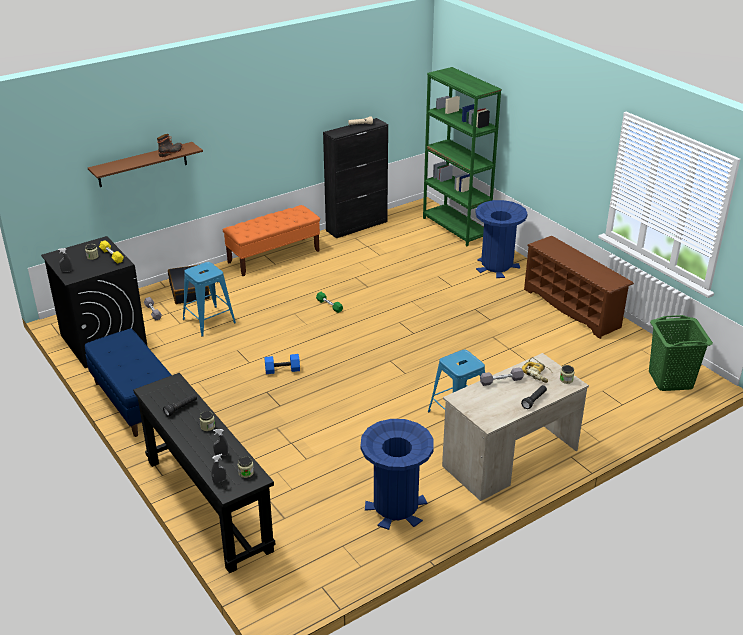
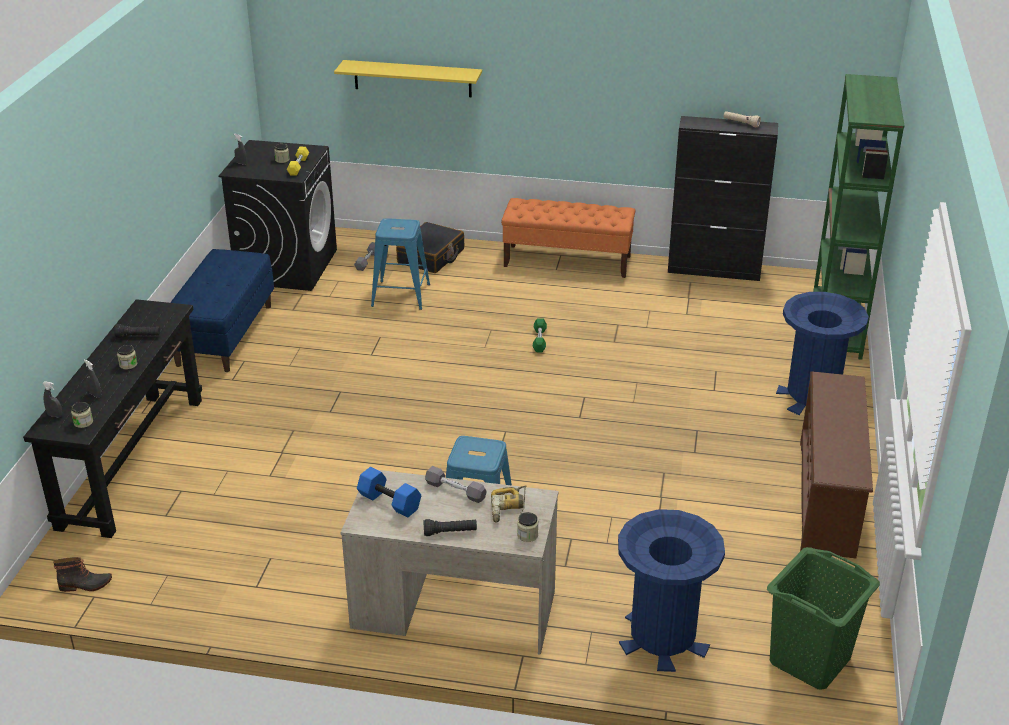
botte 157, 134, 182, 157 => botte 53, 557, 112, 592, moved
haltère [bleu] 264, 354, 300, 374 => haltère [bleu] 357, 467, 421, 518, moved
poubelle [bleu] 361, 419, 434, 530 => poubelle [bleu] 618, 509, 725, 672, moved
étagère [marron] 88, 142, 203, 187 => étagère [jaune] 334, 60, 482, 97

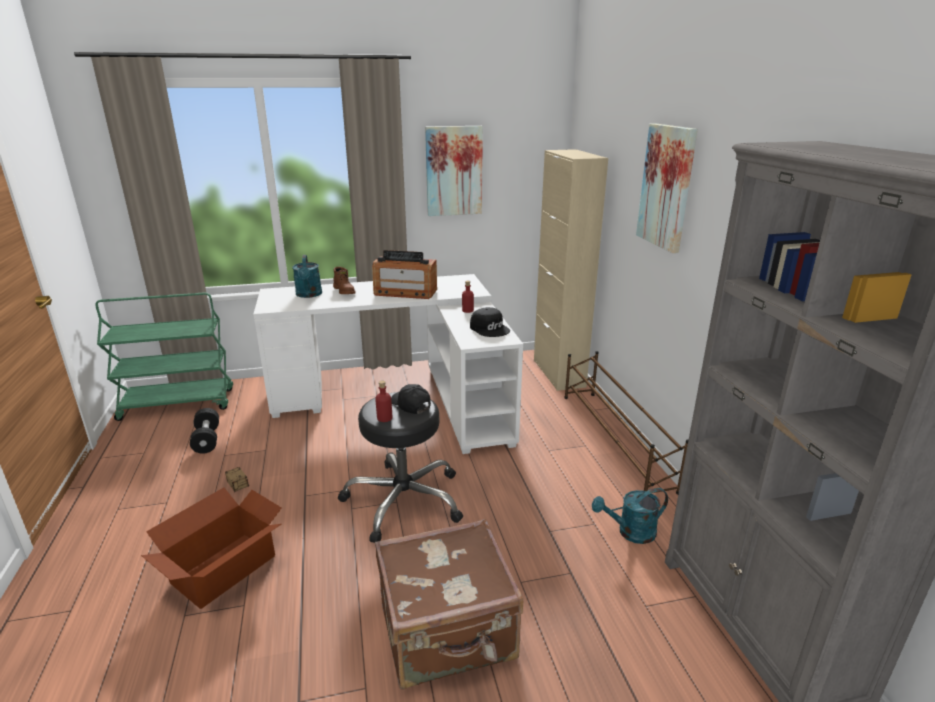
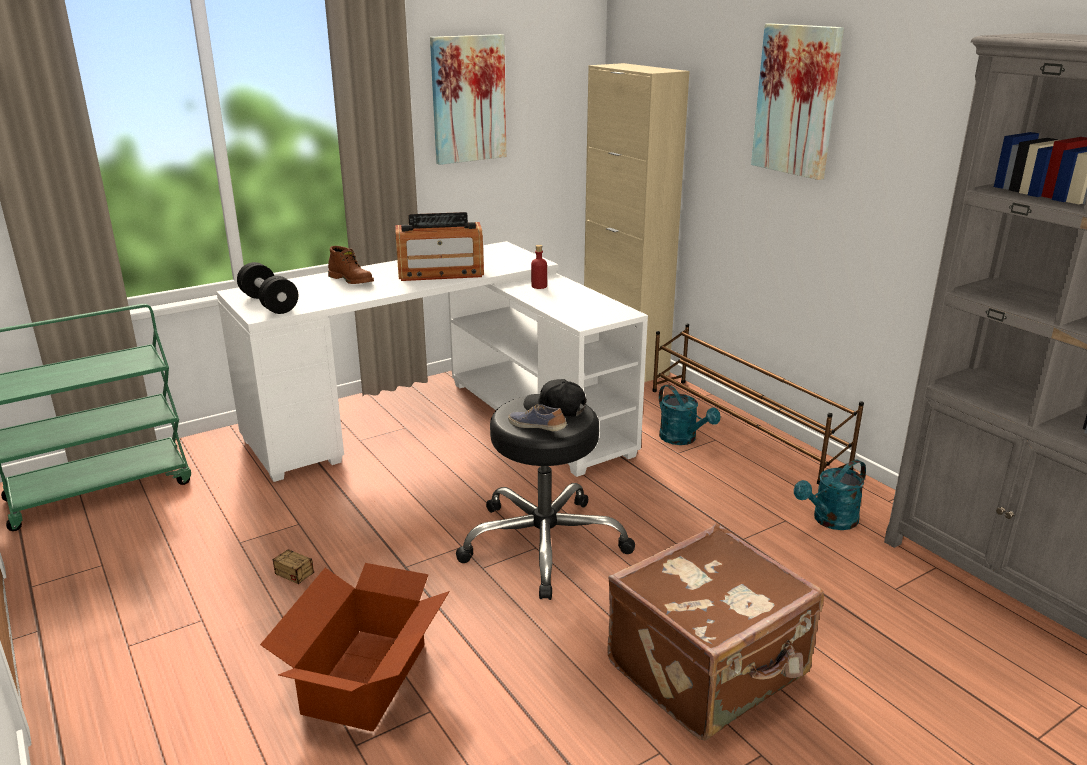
casquette [noir] 470, 307, 510, 337 => nothing
haltère [noir] 190, 408, 219, 454 => haltère [noir] 237, 262, 298, 314, moved
arrosoir [turquoise] 292, 255, 322, 298 => arrosoir [turquoise] 659, 384, 720, 445, moved
bouteille [rouge] 375, 380, 392, 422 => chaussure 508, 404, 567, 431

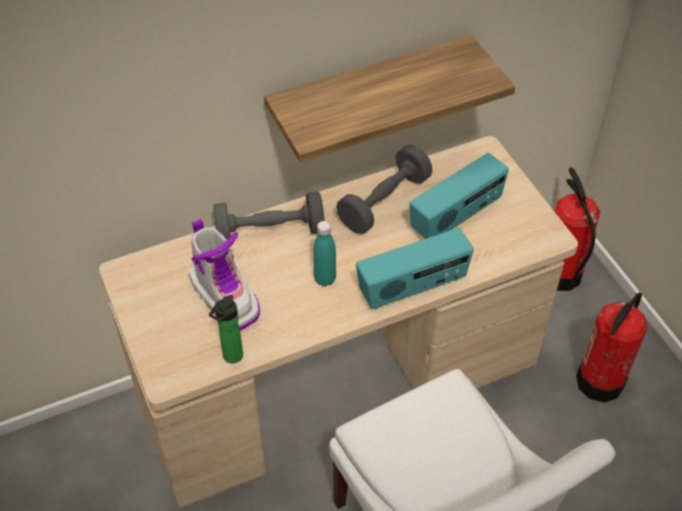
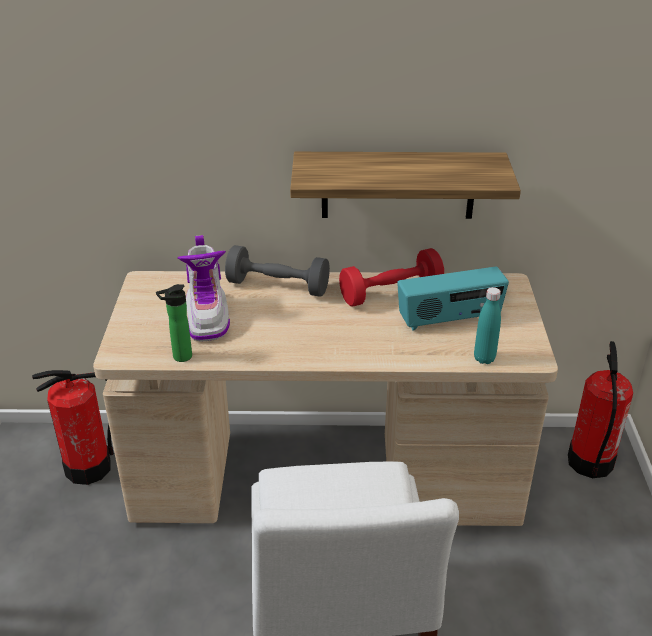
radio 356, 228, 474, 309 => nothing
bouteille [turquoise] 313, 221, 336, 287 => bouteille [turquoise] 474, 287, 501, 364, moved
extincteur 576, 293, 647, 402 => extincteur 32, 370, 114, 485, moved
haltère [gris] 336, 145, 432, 234 => haltère [rouge] 339, 248, 444, 307

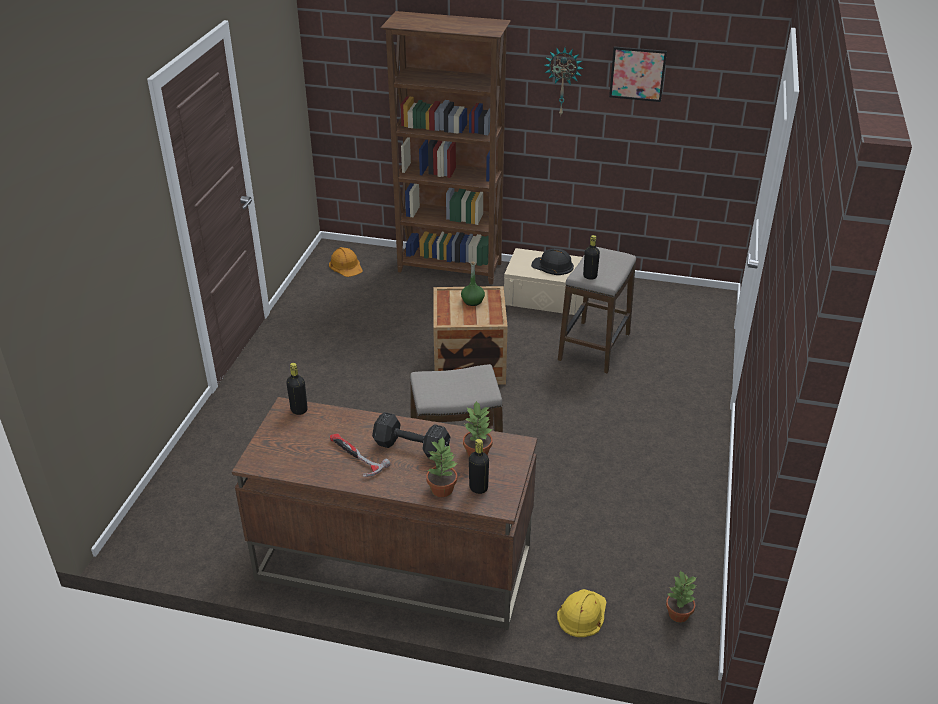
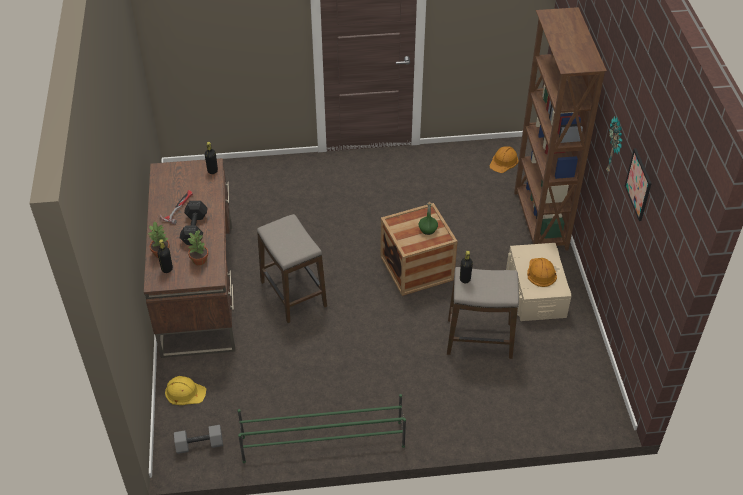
nothing => étagère à chaussures [vert] 238, 394, 406, 463
plante en pot 666, 570, 697, 623 => haltère [gris] 174, 425, 223, 454
casque de chantier [noir] 531, 248, 574, 275 => casque de chantier [orange] 527, 258, 557, 287

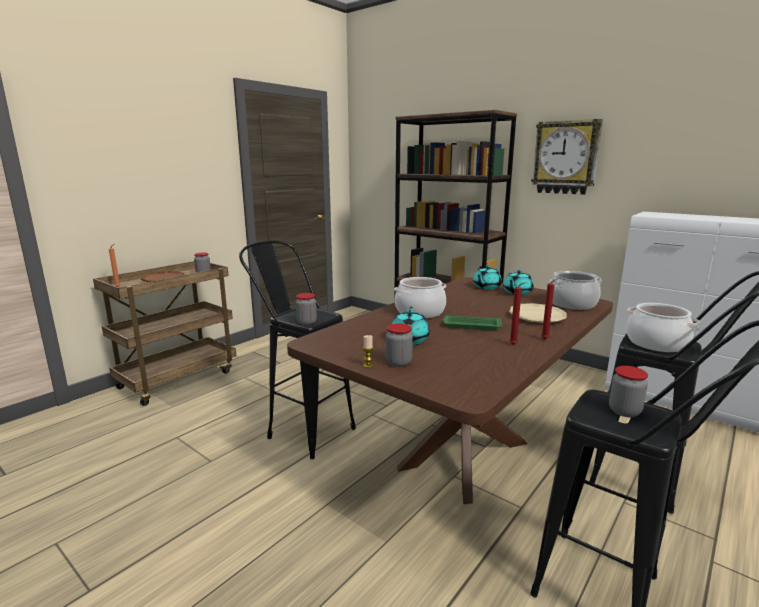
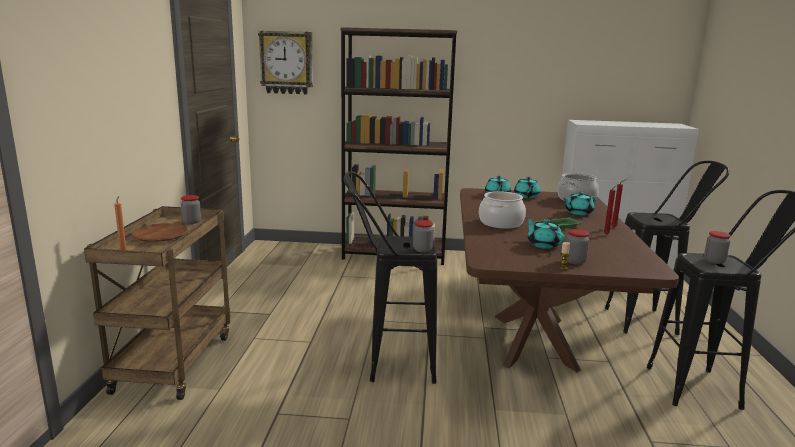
marmite 627, 303, 700, 352 => nothing
horloge murale 531, 119, 603, 195 => horloge murale 258, 31, 313, 94, moved
assiette [beige] 509, 303, 567, 323 => théière [turquoise] 563, 191, 596, 215

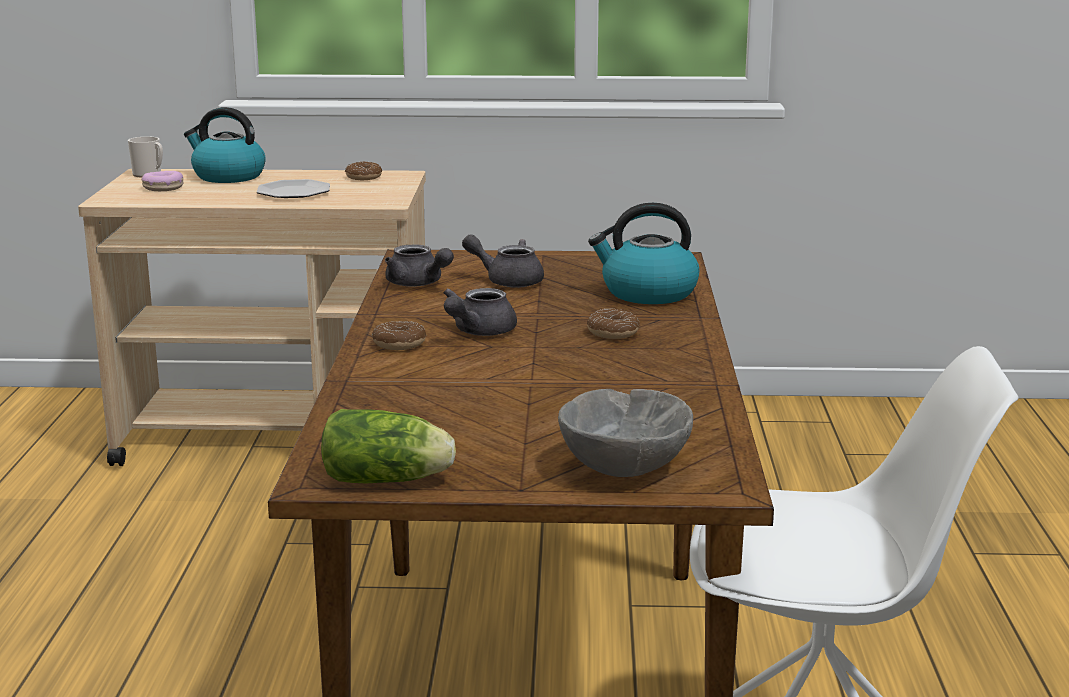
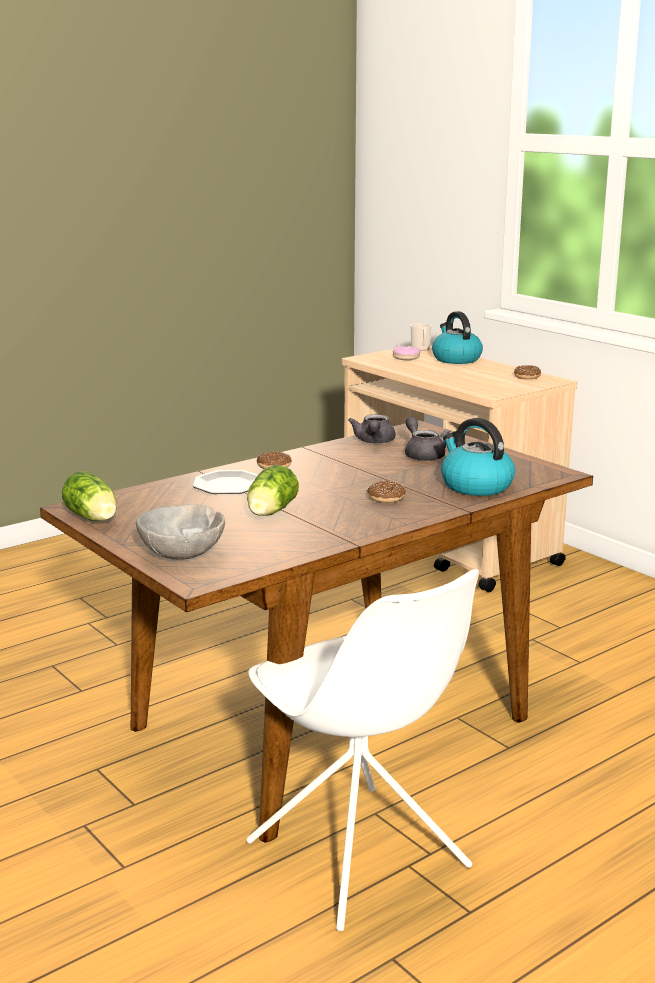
théière [gris] 443, 288, 517, 336 => nothing
nothing => laitue 247, 465, 299, 516
assiette 257, 179, 330, 198 => assiette 193, 470, 258, 494, moved

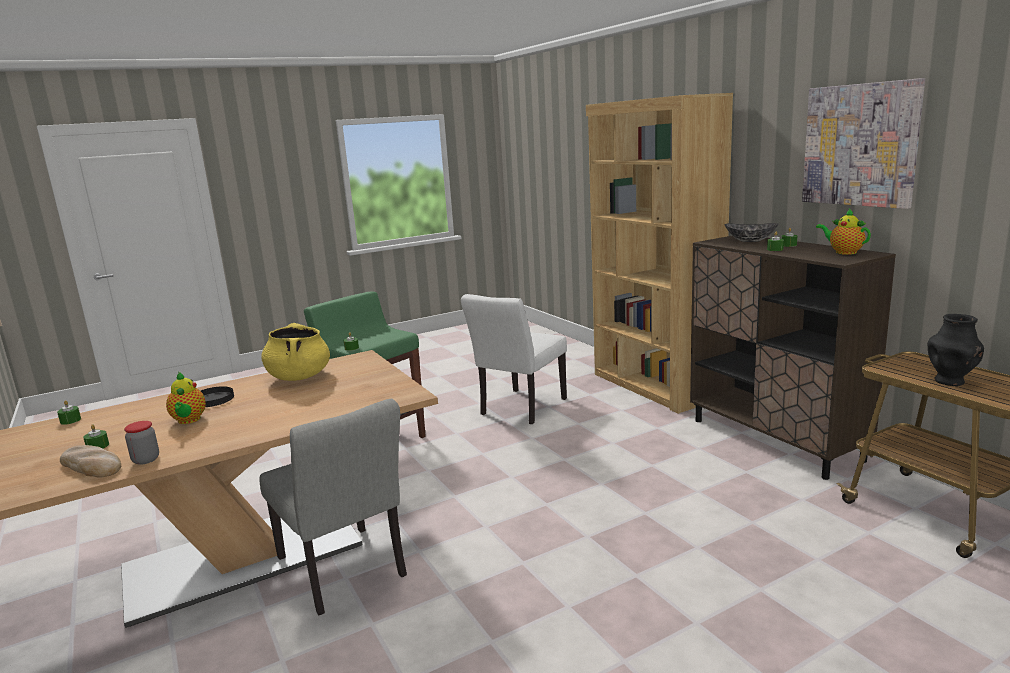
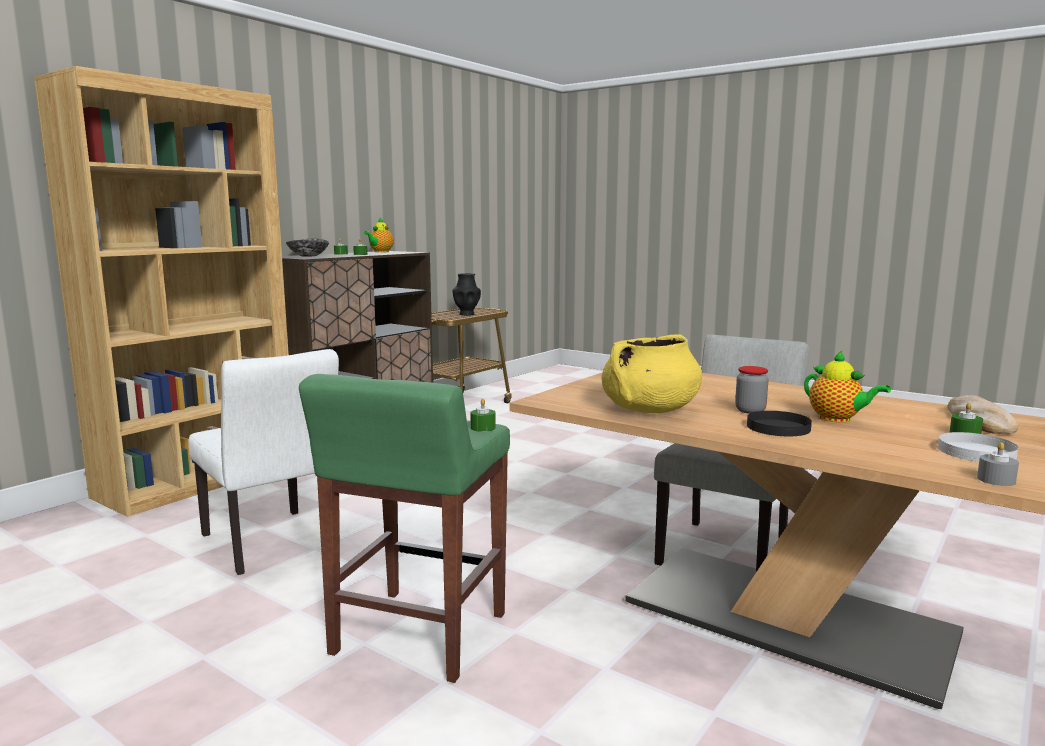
tableau 802, 78, 925, 209 => nothing
nothing => assiette [blanc] 938, 432, 1018, 462
bocal 124, 421, 159, 465 => bocal 735, 366, 768, 414, moved
bougie [vert] 57, 400, 81, 425 => bougie [gris] 977, 442, 1019, 486
théière 166, 372, 206, 424 => théière 804, 351, 891, 423, 90 degrees clockwise
chaise [blanc] 461, 294, 567, 424 => chaise [blanc] 188, 349, 339, 575, 45 degrees clockwise

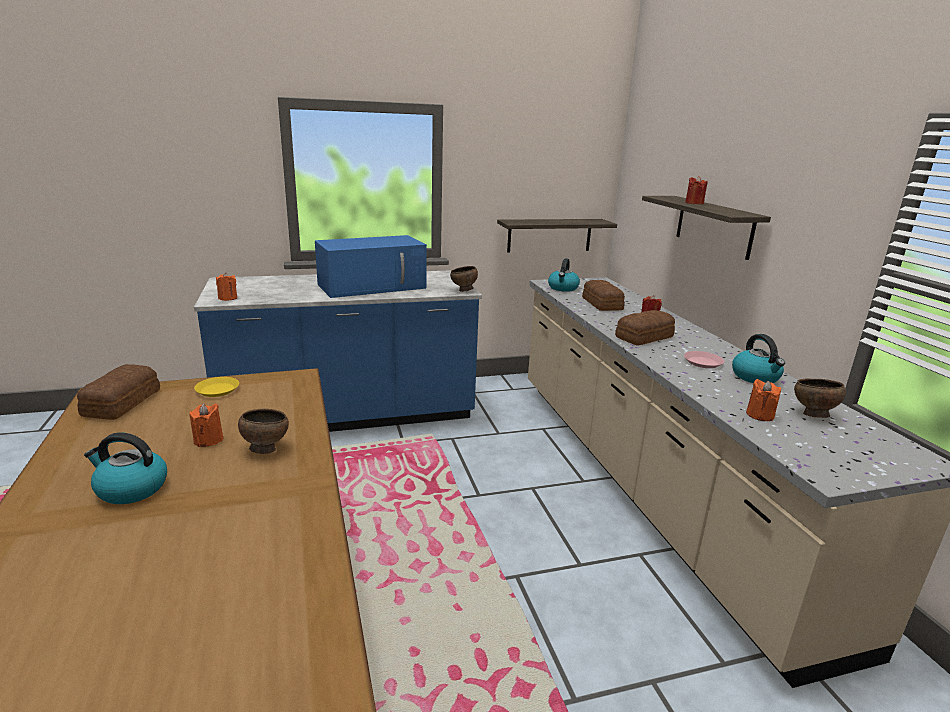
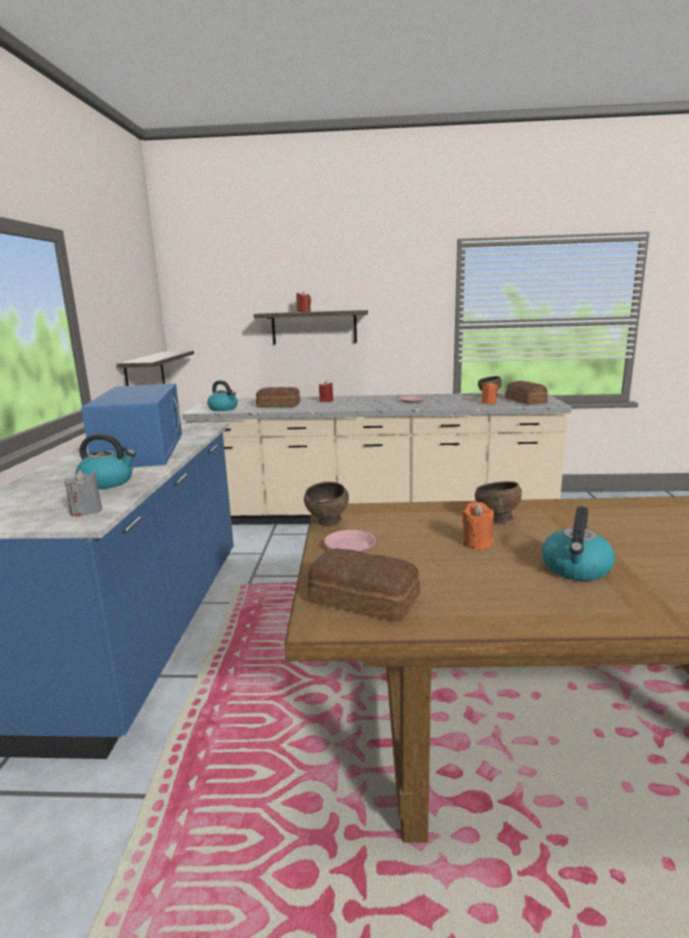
bol [marron] 450, 266, 478, 292 => bol [marron] 304, 482, 349, 527, moved
pain 615, 310, 675, 346 => pain 505, 381, 548, 405, moved
bouilloire 732, 334, 785, 383 => bouilloire 76, 434, 136, 489, moved
assiette [jaune] 194, 377, 239, 397 => assiette [rose] 324, 530, 376, 552
bougie [orange] 216, 273, 237, 301 => bougie [gris] 65, 470, 102, 516

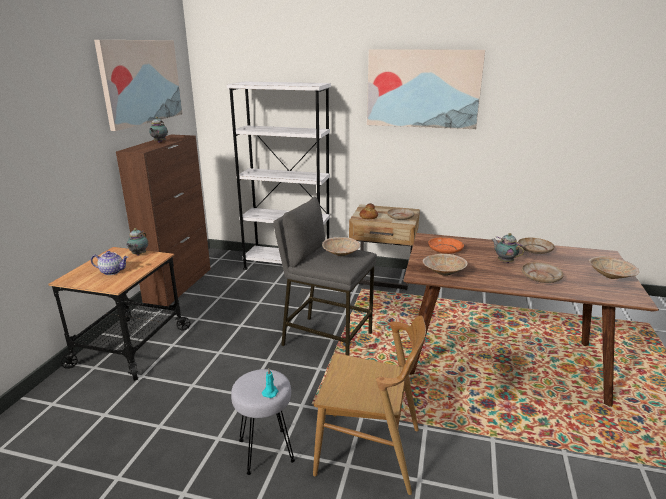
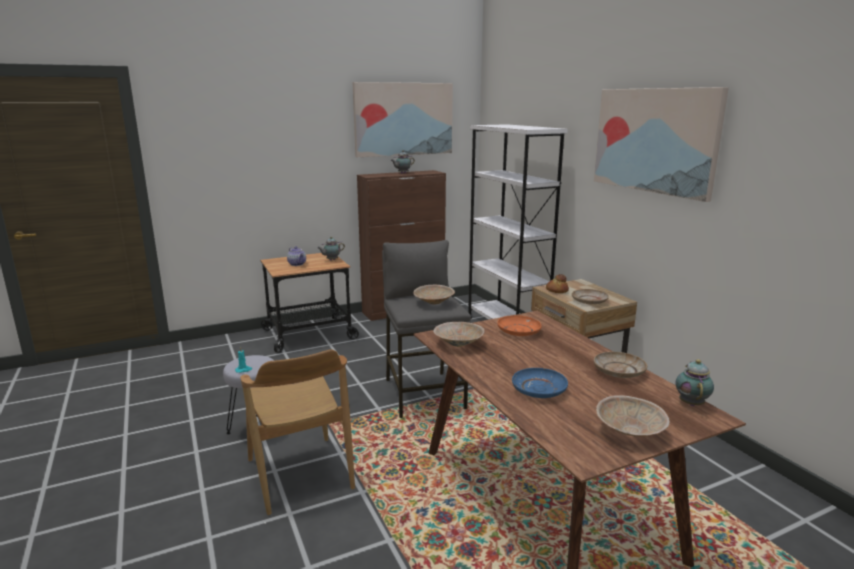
théière 491, 233, 524, 263 => théière 675, 359, 714, 406, moved
assiette [beige] 522, 262, 564, 283 => assiette [bleu] 512, 368, 568, 398

